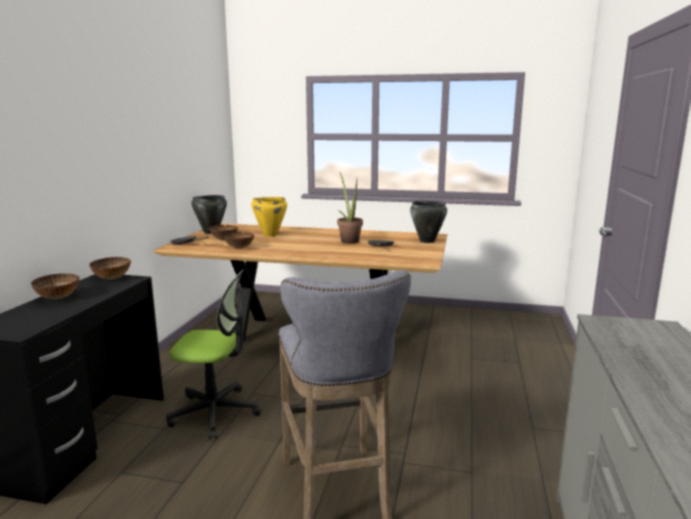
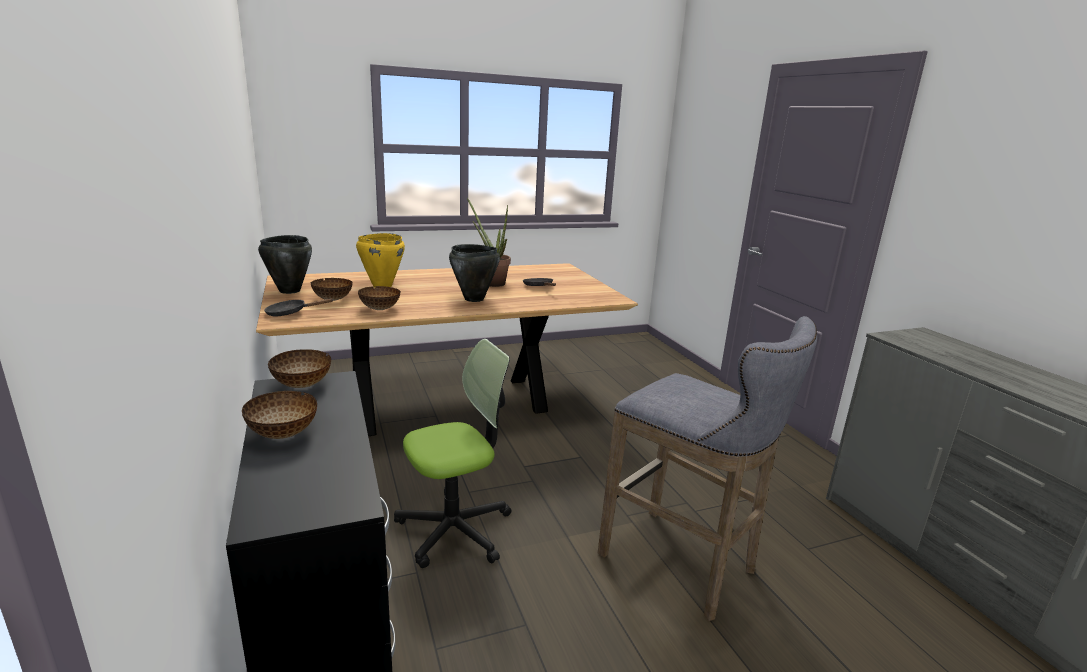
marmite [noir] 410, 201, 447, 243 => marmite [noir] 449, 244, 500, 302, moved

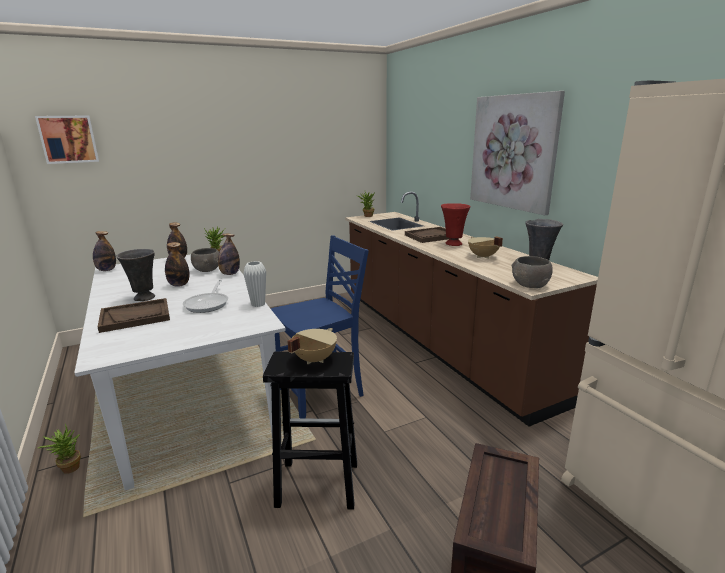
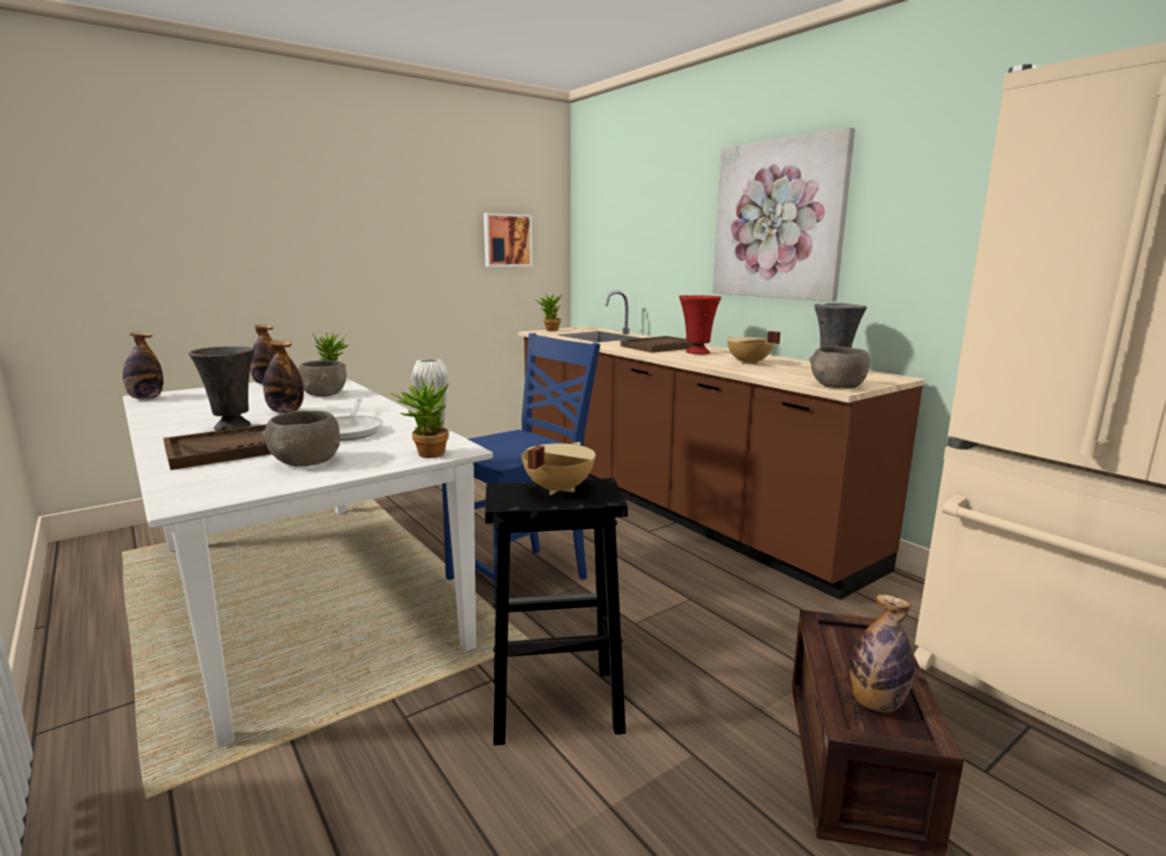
nothing => bol [gris] 261, 411, 340, 467
tableau 35, 116, 99, 164 => tableau 484, 213, 533, 267, moved
plante en pot 38, 424, 81, 474 => plante en pot 391, 377, 449, 458, moved
bouteille 218, 234, 240, 275 => bouteille 848, 595, 914, 713, moved

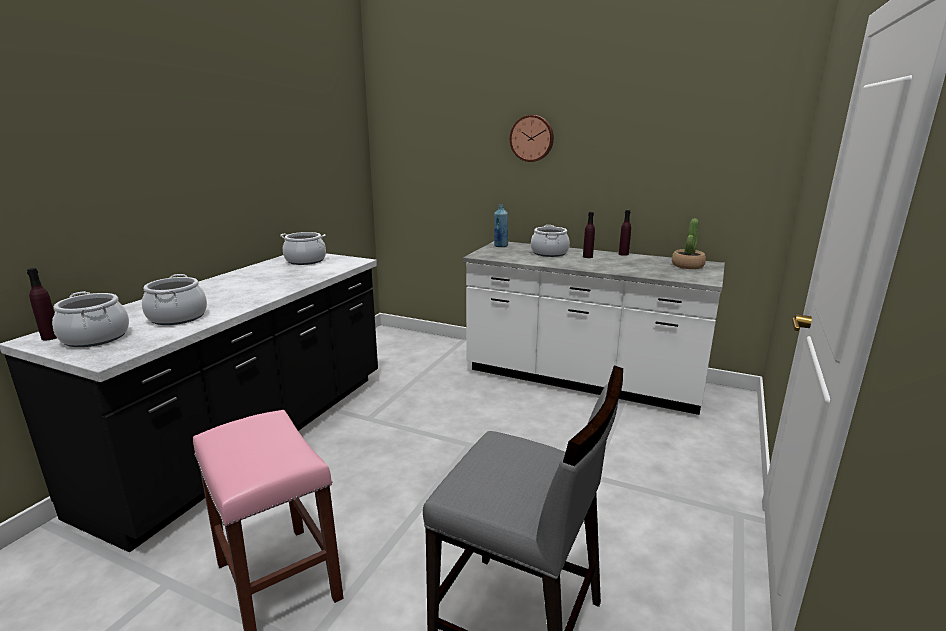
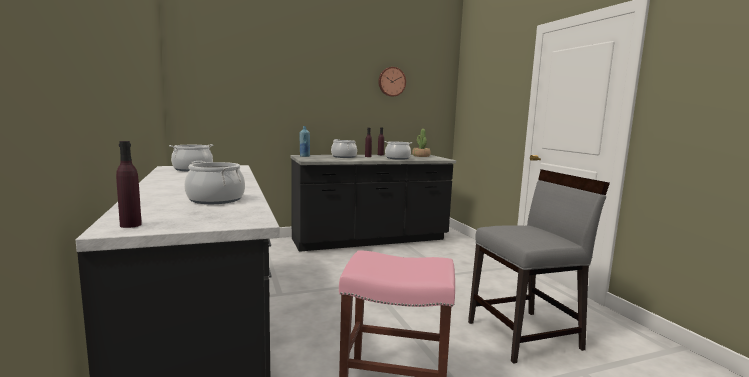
marmite 52, 291, 129, 347 => marmite 384, 141, 413, 160, moved
horloge murale 510, 115, 554, 162 => horloge murale 378, 67, 406, 97, moved
comptoir de cuisine [blanc] 463, 241, 725, 415 => comptoir de cuisine [noir] 290, 155, 456, 252

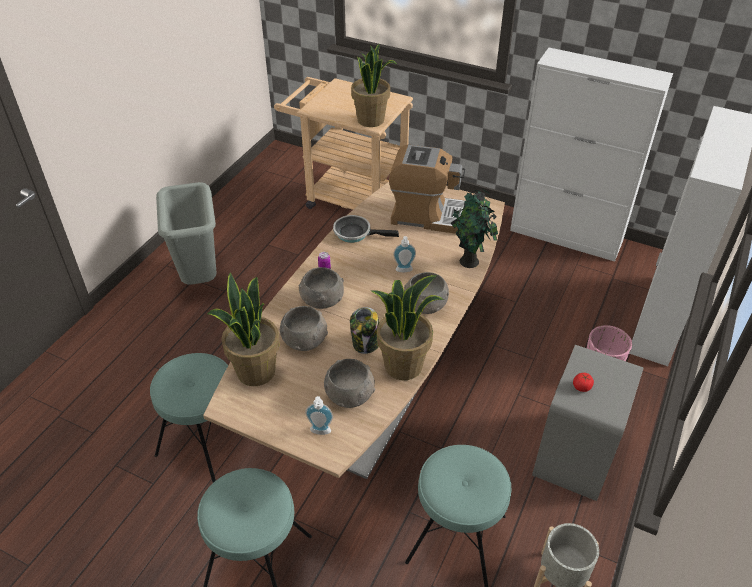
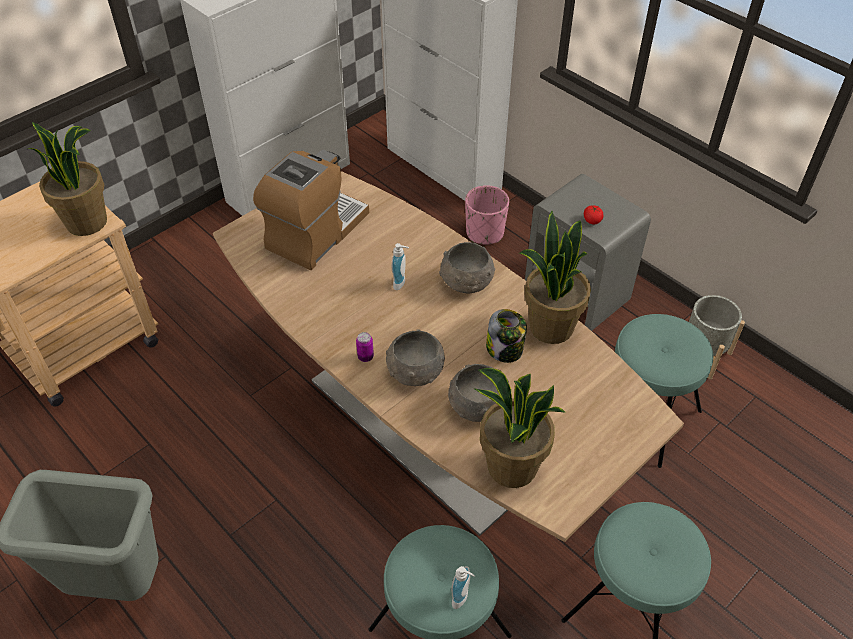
bol [gris] 324, 359, 375, 408 => nothing
poêle 333, 215, 399, 243 => nothing
plante en pot 451, 189, 498, 268 => nothing
distributeur de savon 305, 396, 333, 435 => distributeur de savon 451, 566, 475, 609, moved

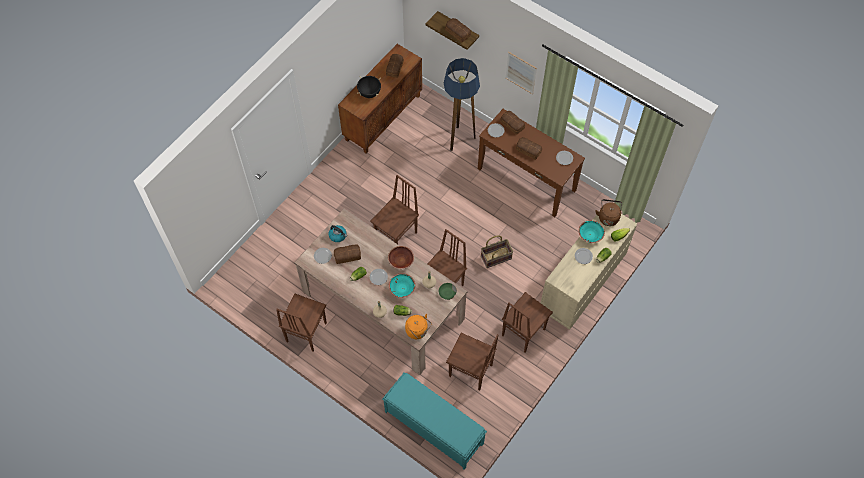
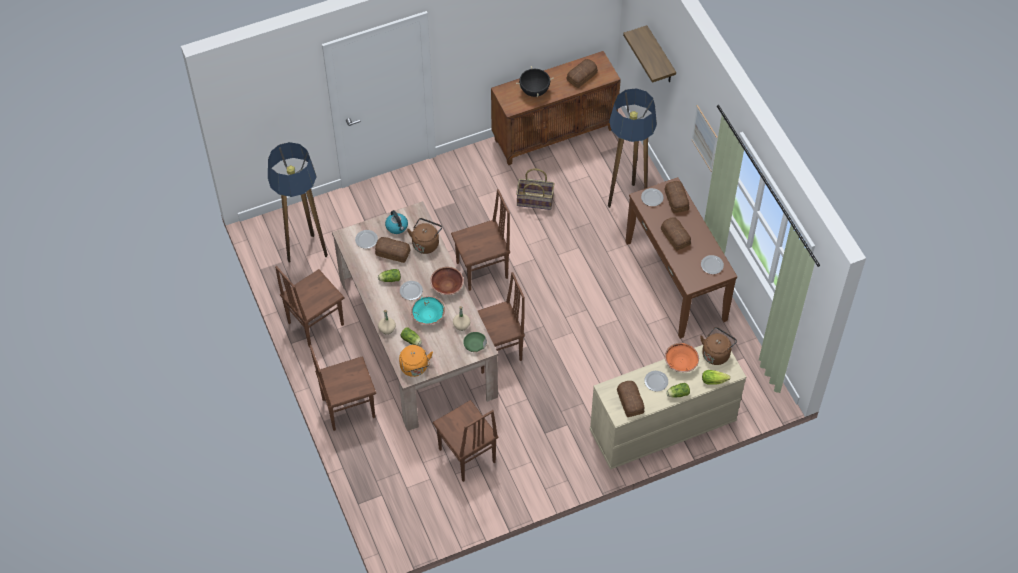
banc [turquoise] 382, 372, 487, 470 => nothing
nothing => lampadaire 268, 142, 328, 262
nothing => bouilloire [marron] 407, 218, 442, 254
pain 445, 18, 471, 42 => pain 617, 381, 644, 417, moved
panier 481, 235, 513, 268 => panier 516, 168, 554, 210, moved
chaise [marron] 502, 292, 553, 353 => chaise [marron] 309, 345, 376, 431, moved
bol [turquoise] 579, 220, 605, 243 => bol [orange] 665, 343, 699, 372

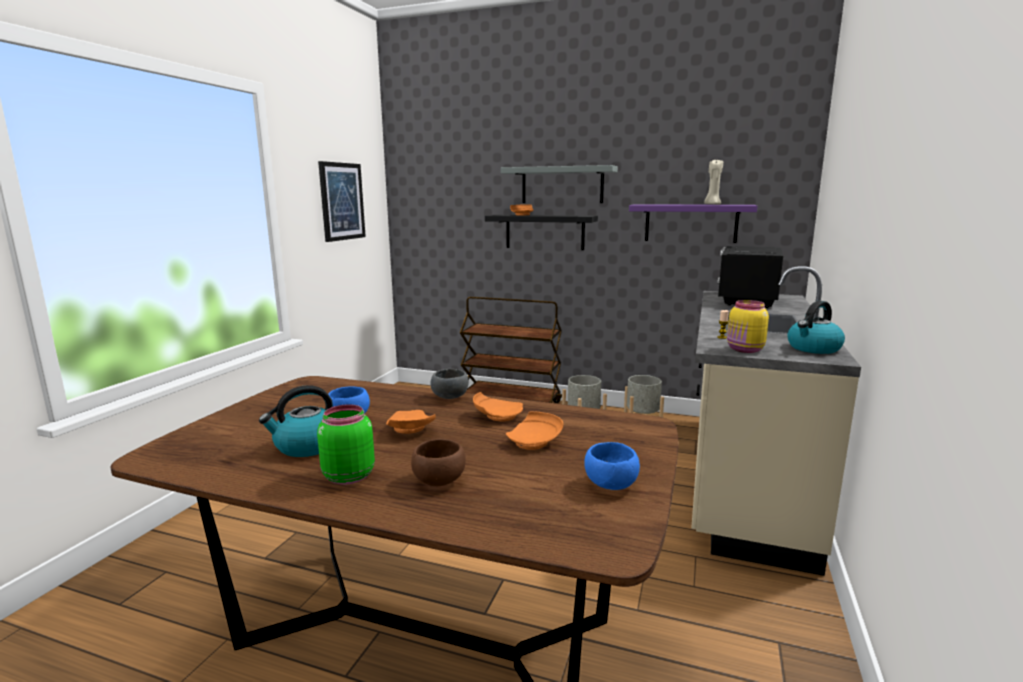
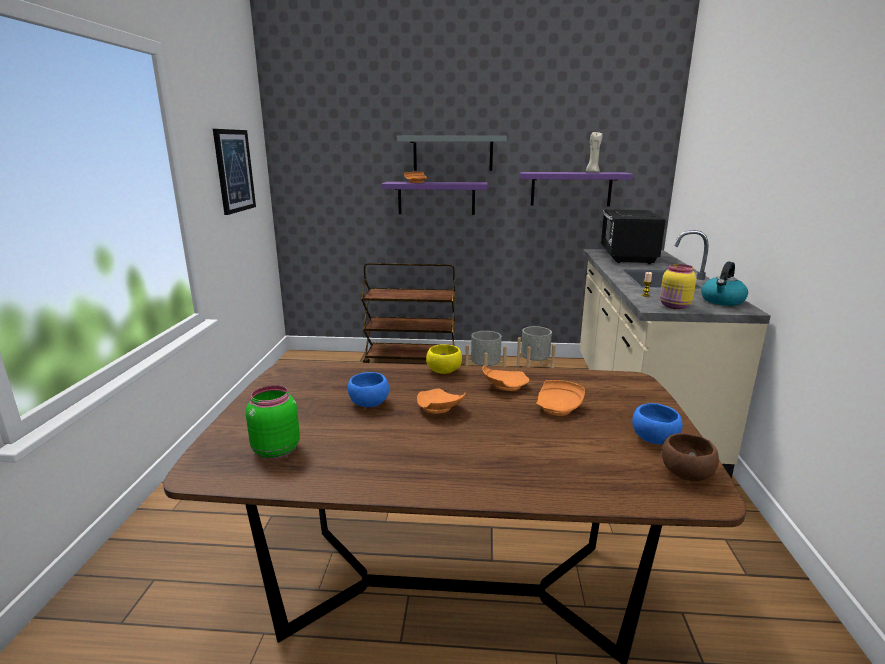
bouilloire 259, 385, 333, 457 => nothing
bocal [vert] 317, 404, 375, 485 => bocal [vert] 246, 385, 300, 459, moved
bol [marron] 411, 439, 466, 486 => bol [marron] 662, 433, 719, 481, moved
bol [gris] 430, 369, 469, 399 => bol [jaune] 426, 344, 462, 374
étagère [noir] 485, 215, 598, 250 => étagère [violet] 381, 182, 488, 215

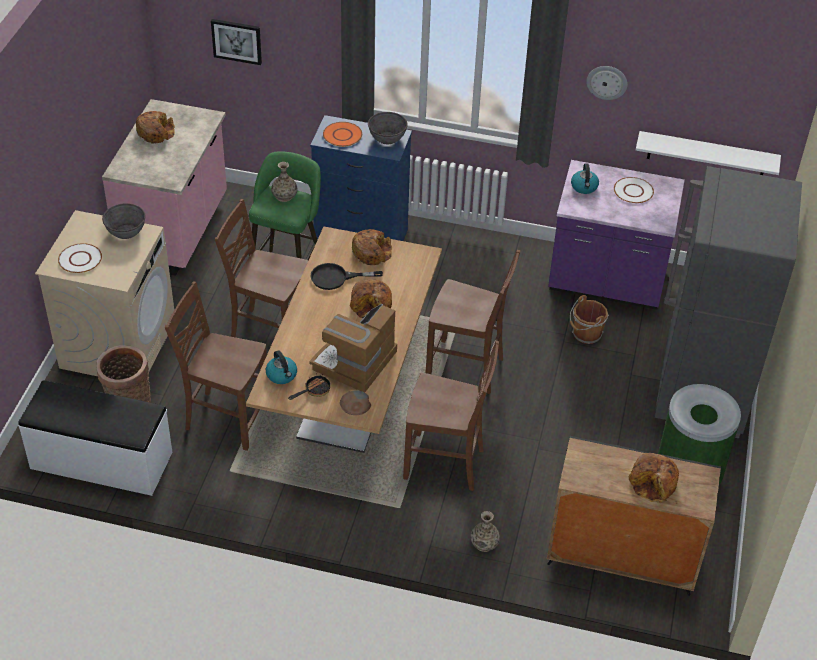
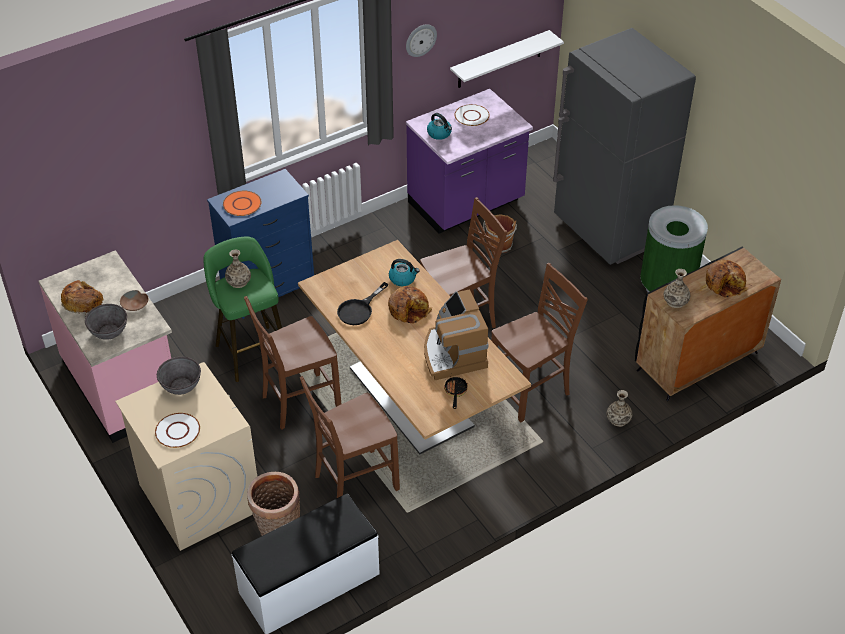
tableau 211, 19, 262, 65 => nothing
pain 352, 229, 392, 265 => nothing
nothing => vase 664, 269, 690, 308
bouilloire 266, 350, 297, 384 => bouilloire 389, 259, 420, 286, moved
bol [marron] 340, 390, 371, 415 => bol [marron] 120, 290, 148, 311, moved
bol [gris] 368, 112, 408, 144 => bol [gris] 85, 304, 127, 340, moved

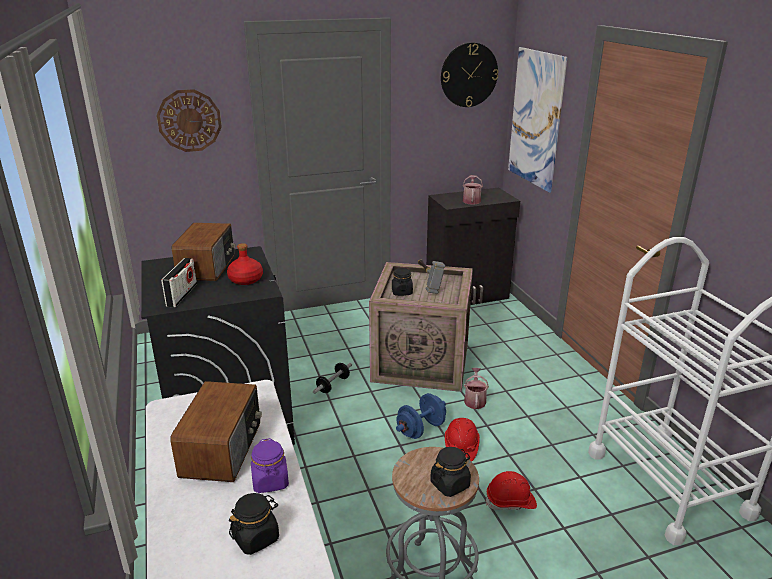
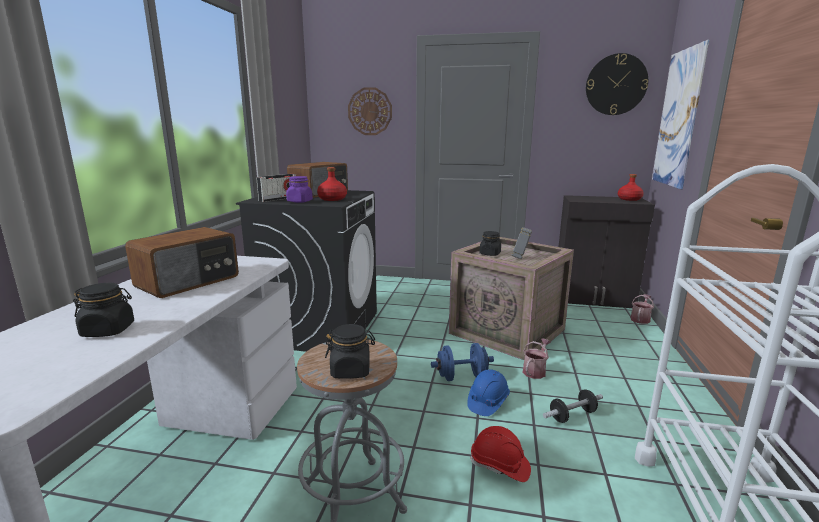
nothing => bouteille [rouge] 618, 174, 644, 201
bocal [violet] 251, 438, 289, 493 => bocal [violet] 286, 176, 313, 203, moved
haltère 313, 363, 352, 394 => haltère 543, 389, 603, 423, moved
arrosoir 463, 175, 483, 205 => arrosoir 630, 294, 654, 324, moved
casque de chantier [rouge] 445, 418, 480, 462 => casque de chantier [bleu] 467, 369, 510, 416

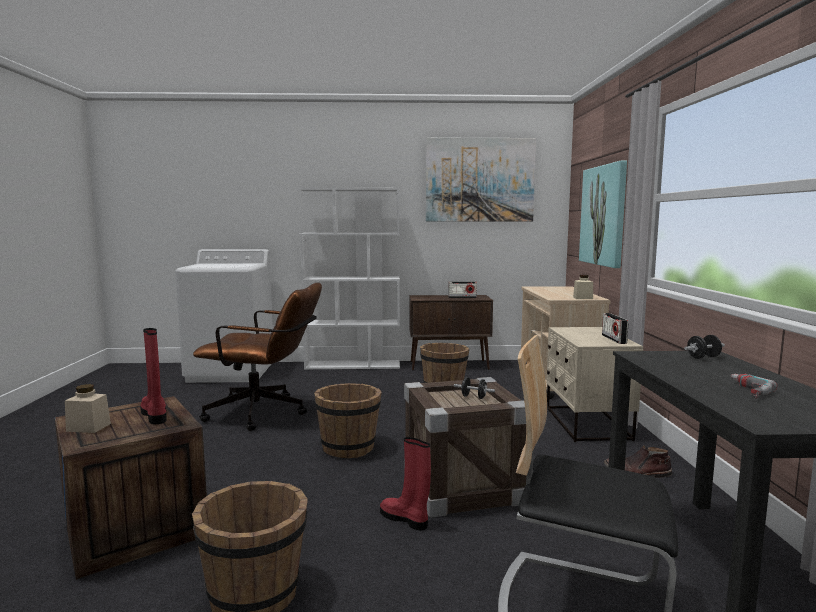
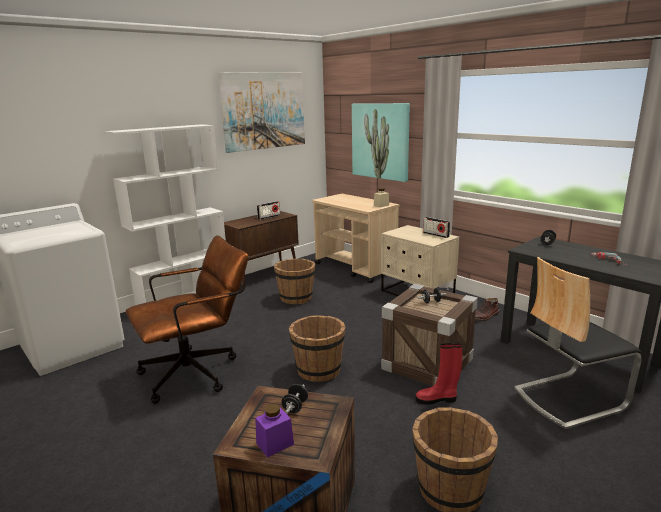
botte [rouge] 140, 328, 166, 424 => haltère [noir] 282, 384, 308, 414
bocal [beige] 65, 384, 111, 433 => bocal [violet] 255, 404, 294, 457

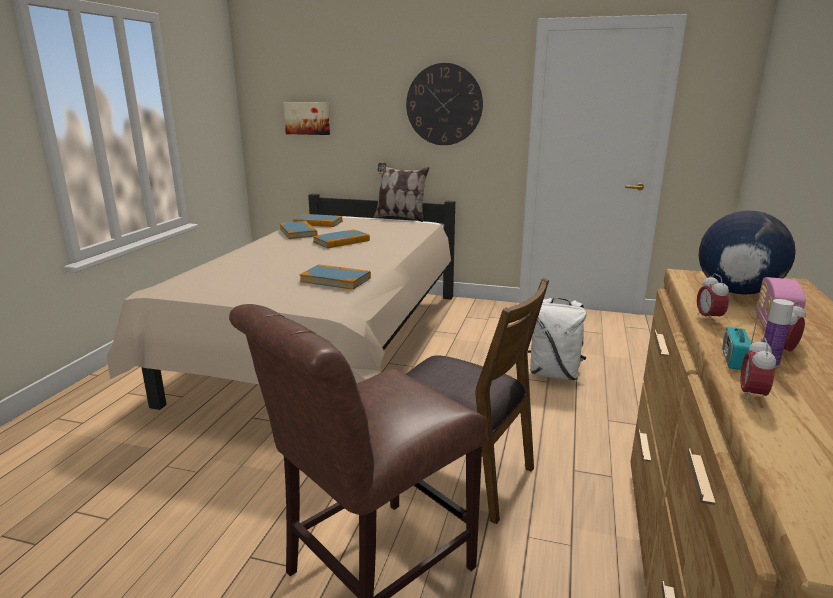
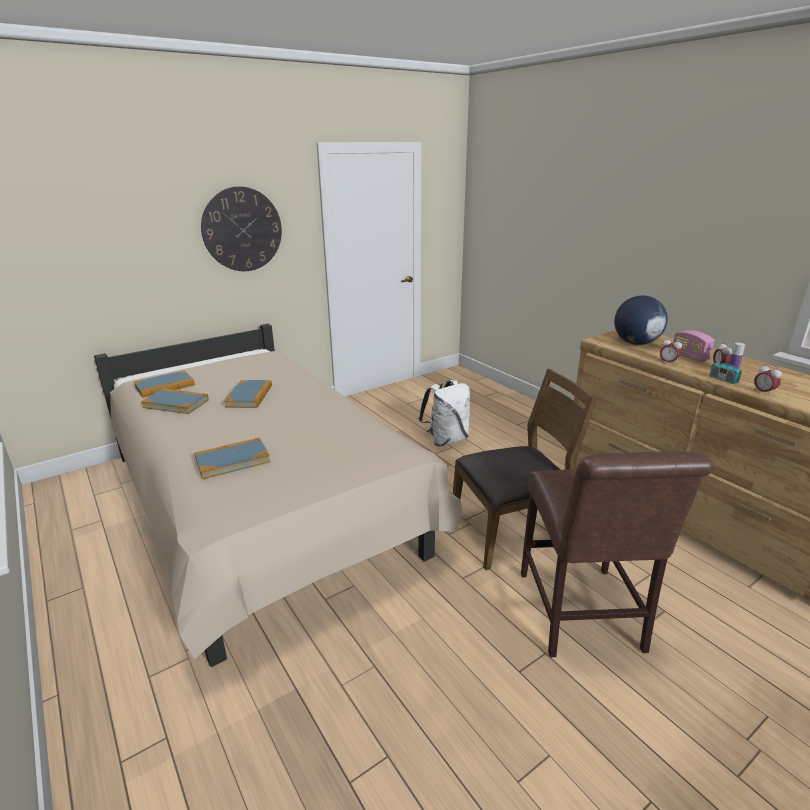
tableau 283, 102, 330, 135 => nothing
coussin 373, 163, 429, 222 => nothing
livre 300, 264, 371, 290 => livre 194, 438, 270, 479, moved

